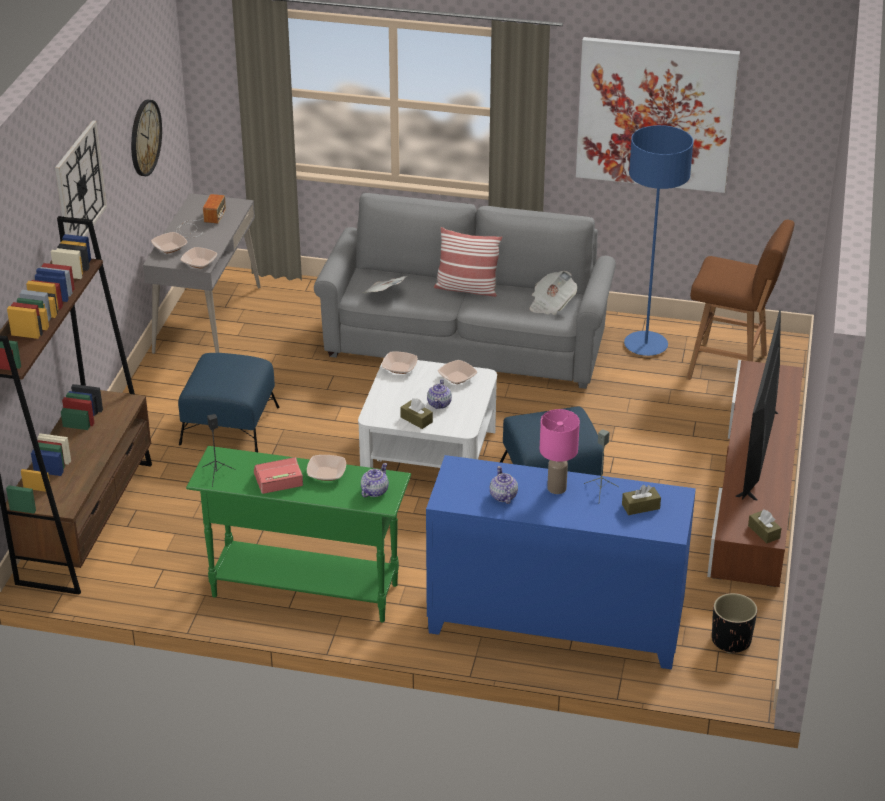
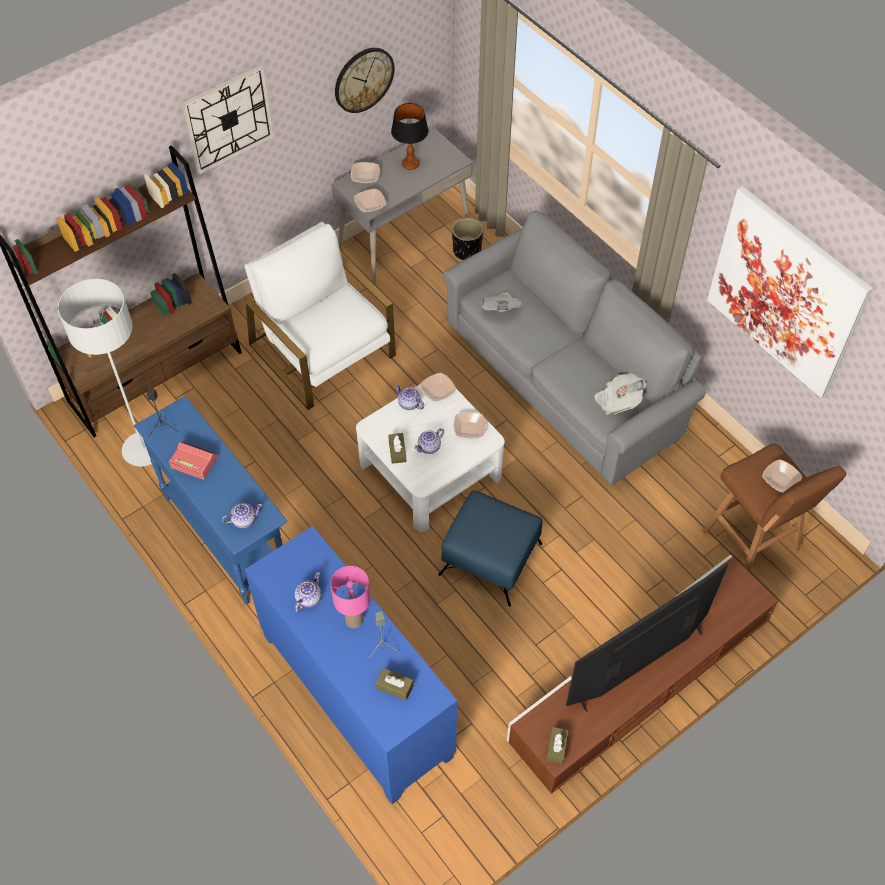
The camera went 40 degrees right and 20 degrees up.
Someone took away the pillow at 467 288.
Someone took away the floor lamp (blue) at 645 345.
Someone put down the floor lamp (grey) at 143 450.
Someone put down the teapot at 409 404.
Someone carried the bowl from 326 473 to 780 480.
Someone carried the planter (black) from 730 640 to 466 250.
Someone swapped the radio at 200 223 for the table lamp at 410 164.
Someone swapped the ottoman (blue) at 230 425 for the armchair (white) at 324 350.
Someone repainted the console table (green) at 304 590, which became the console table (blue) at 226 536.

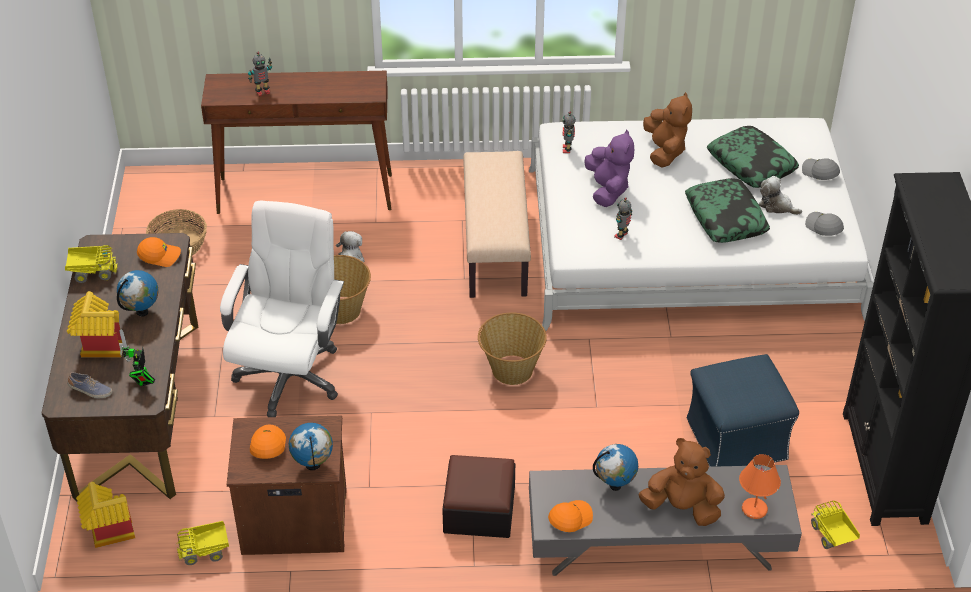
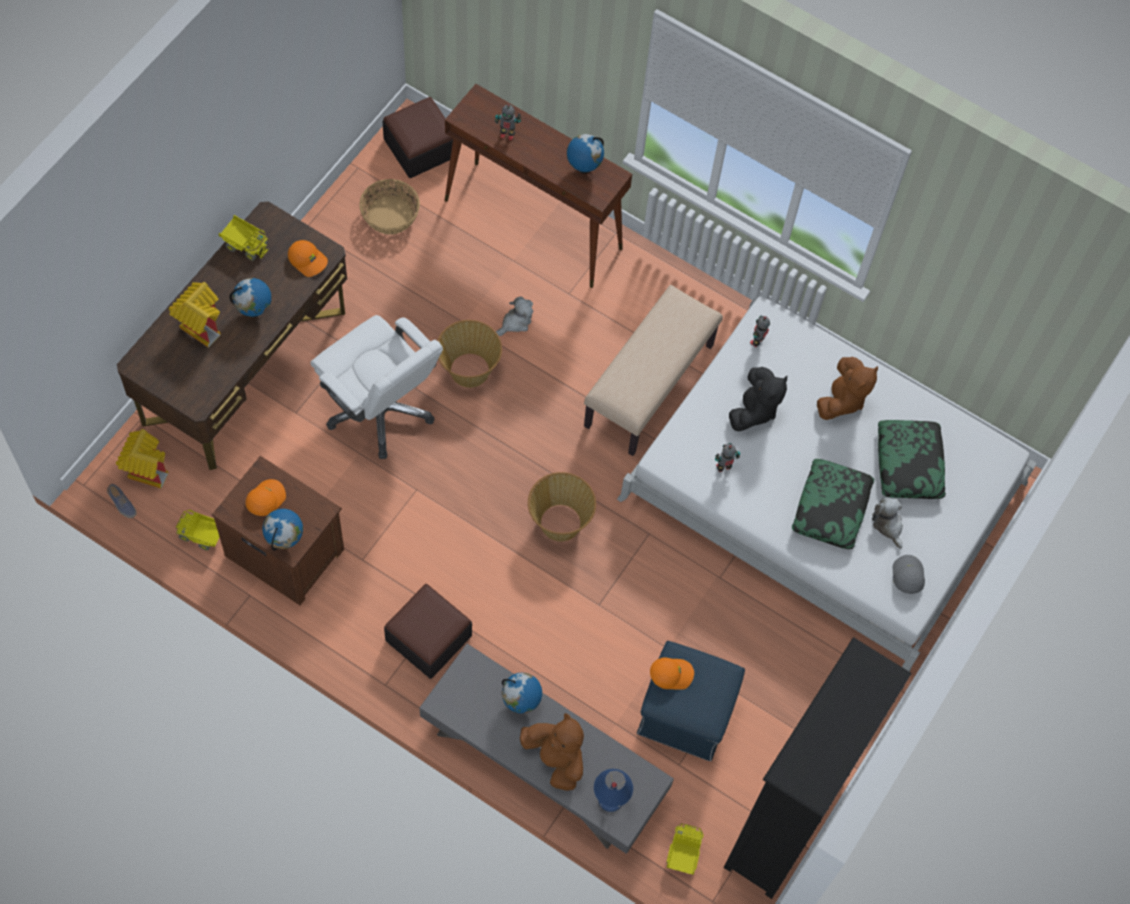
The camera went 30 degrees right and 20 degrees up.
Someone took away the toy robot at 142 380.
Someone took away the cap (grey) at 819 173.
Someone put down the ottoman at 420 147.
Someone put down the globe at 583 168.
Someone carried the shoe from 90 391 to 121 503.
Someone carried the cap (orange) from 570 518 to 671 674.
Someone repainted the plush toy (purple) at 607 190, which became the plush toy (black) at 754 410.
Someone repainted the table lamp (orange) at 753 509, which became the table lamp (blue) at 609 800.
Someone rotated the office chair (white) at 289 375 by 90 degrees clockwise.

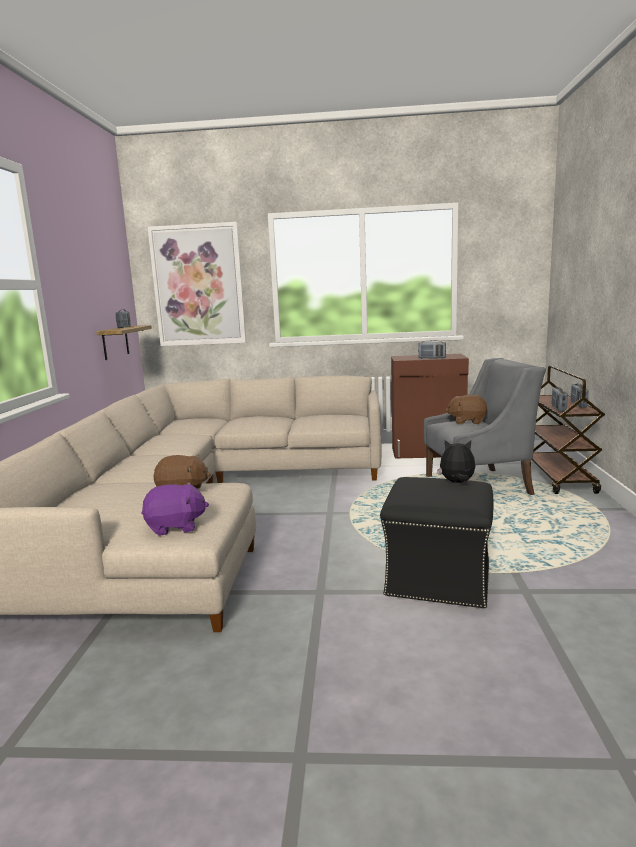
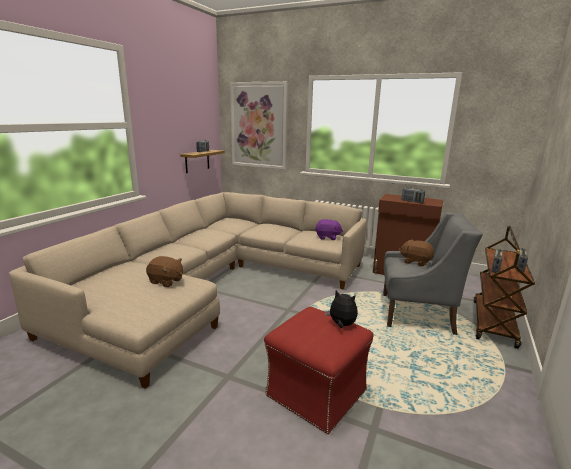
The camera went 20 degrees right and 5 degrees up.
Someone carried the plush toy (purple) from 175 527 to 327 237.
Someone repainted the ottoman (black) at 437 578, which became the ottoman (red) at 315 392.

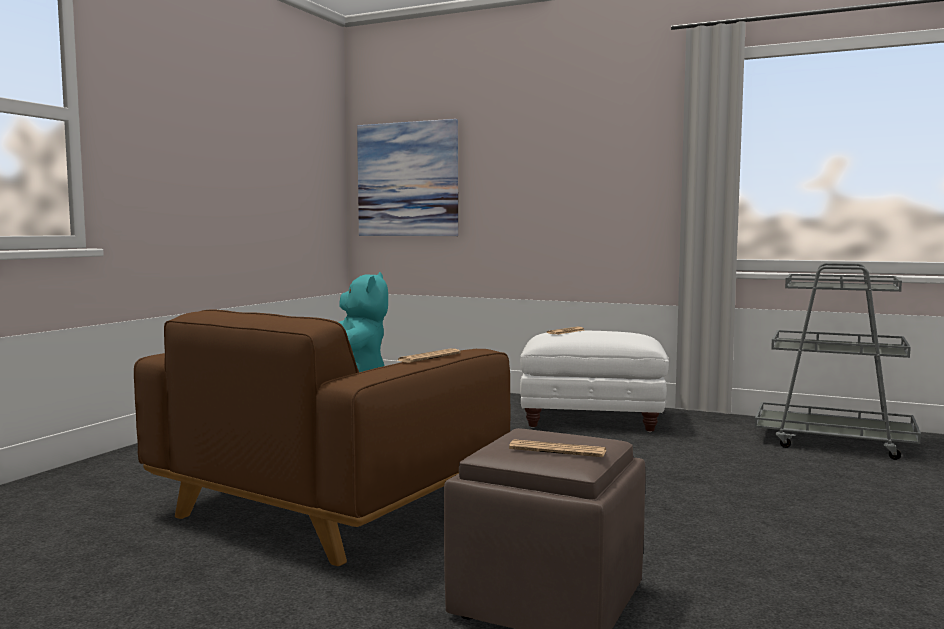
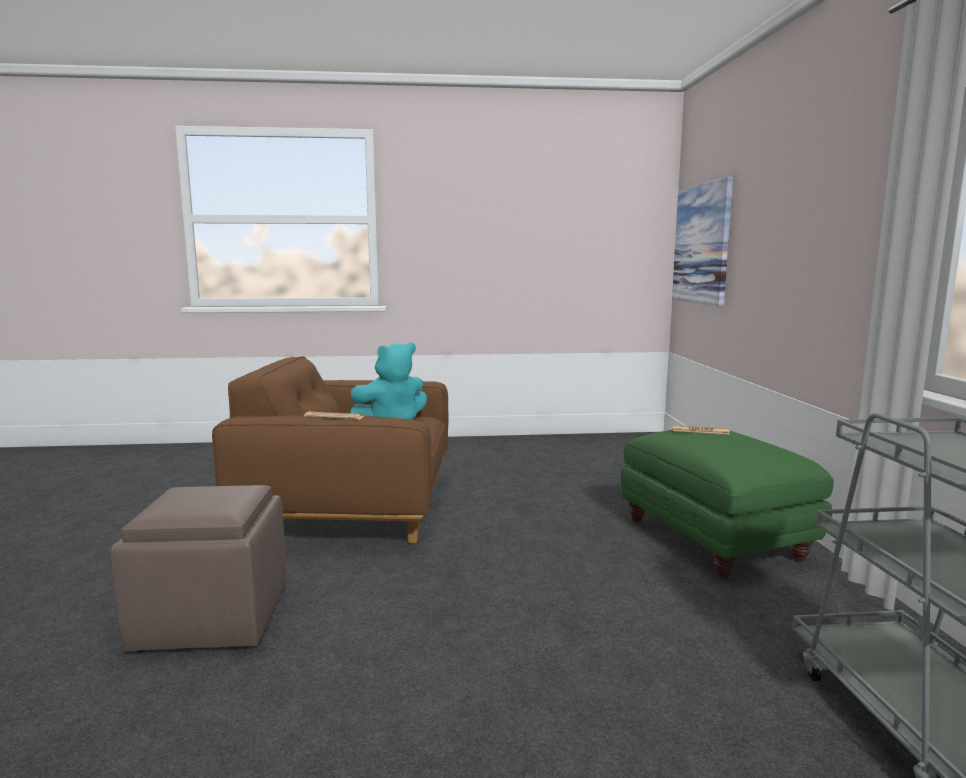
The camera went 60 degrees right and 5 degrees up.
Someone took away the newspaper at 557 450.
Someone repainted the ottoman (white) at 593 419, which became the ottoman (green) at 715 541.

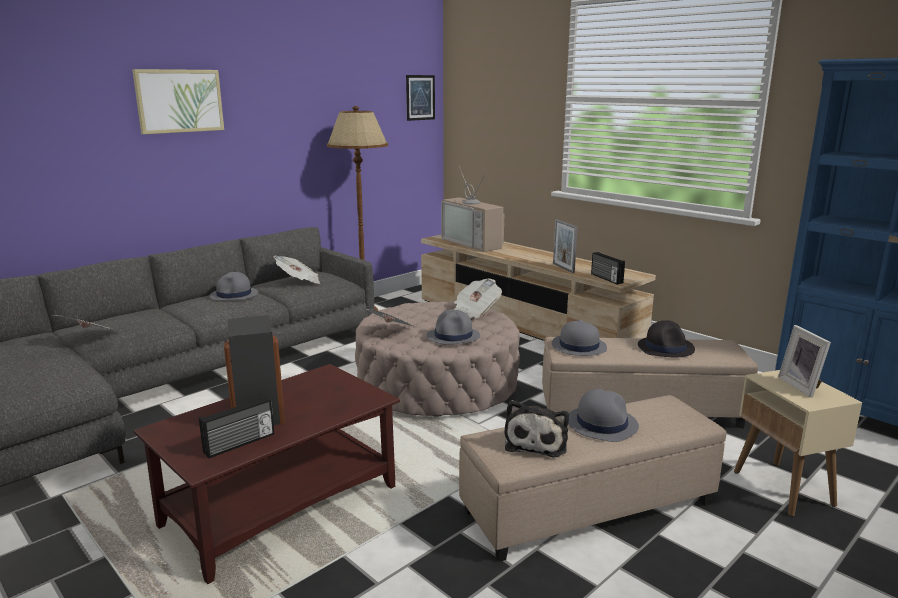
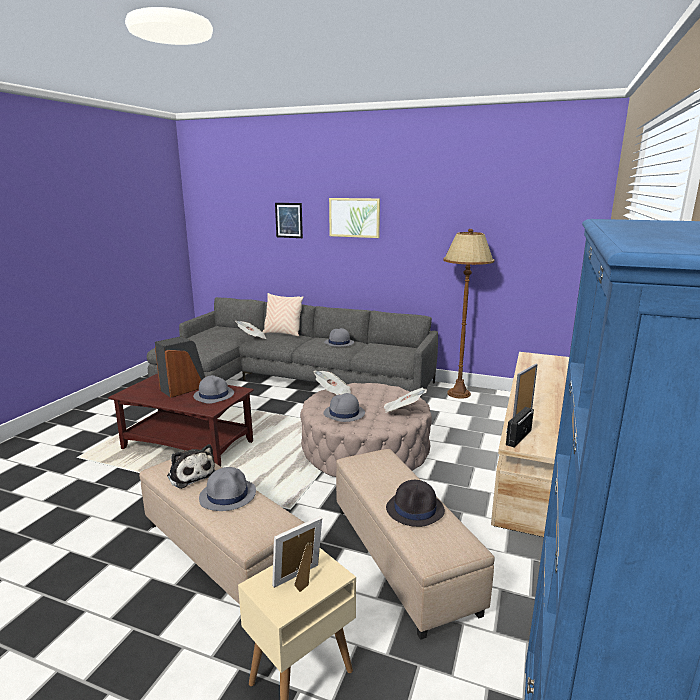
The camera went 65 degrees right and 0 degrees up.
Someone took away the radio at 240 444.
Someone took away the newspaper at 299 281.
Someone took away the television at 475 243.
Someone put down the pillow (beige) at 282 333.
Someone carried the picture from 420 97 to 289 220.
Someone carried the hat (grey) from 578 346 to 214 395.
Someone rotated the plush toy at 536 442 by 120 degrees counterclockwise.

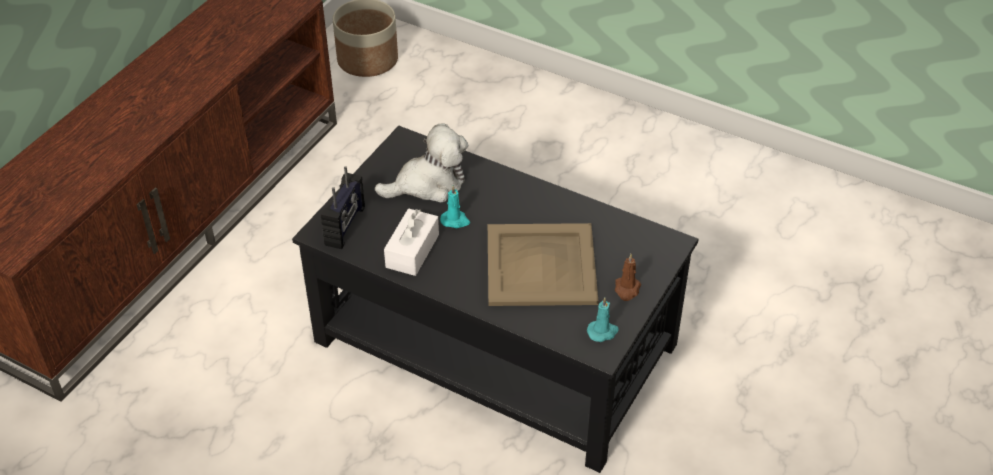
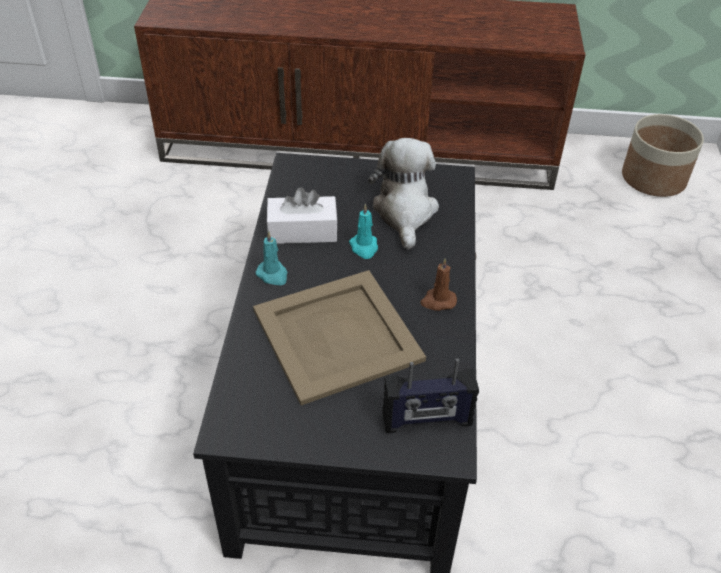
The camera went 65 degrees right and 0 degrees up.
Someone carried the radio from 346 226 to 427 420.
Someone carried the candle (turquoise) from 603 332 to 273 275.
Someone carried the candle (brown) from 627 289 to 438 301.
Someone rotated the plush toy at 428 184 by 135 degrees counterclockwise.

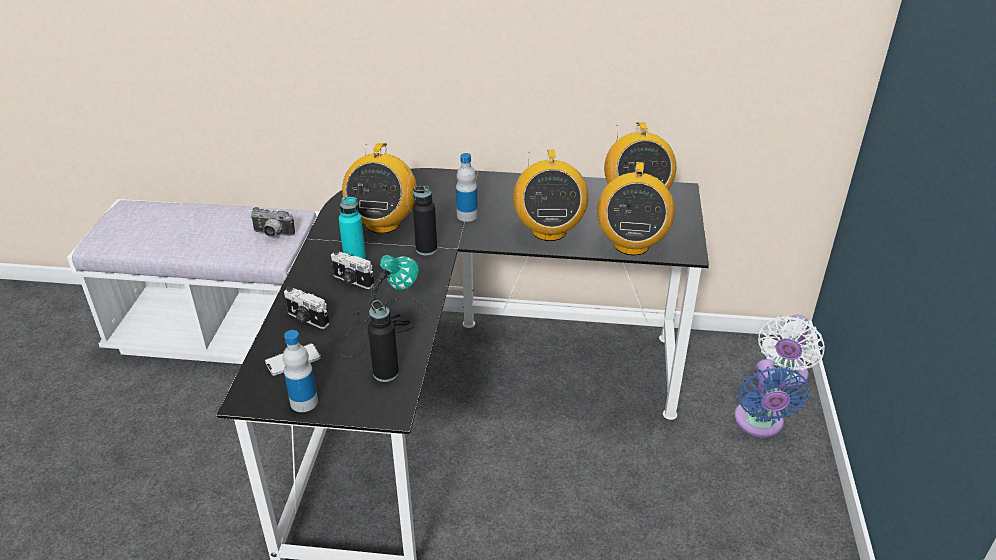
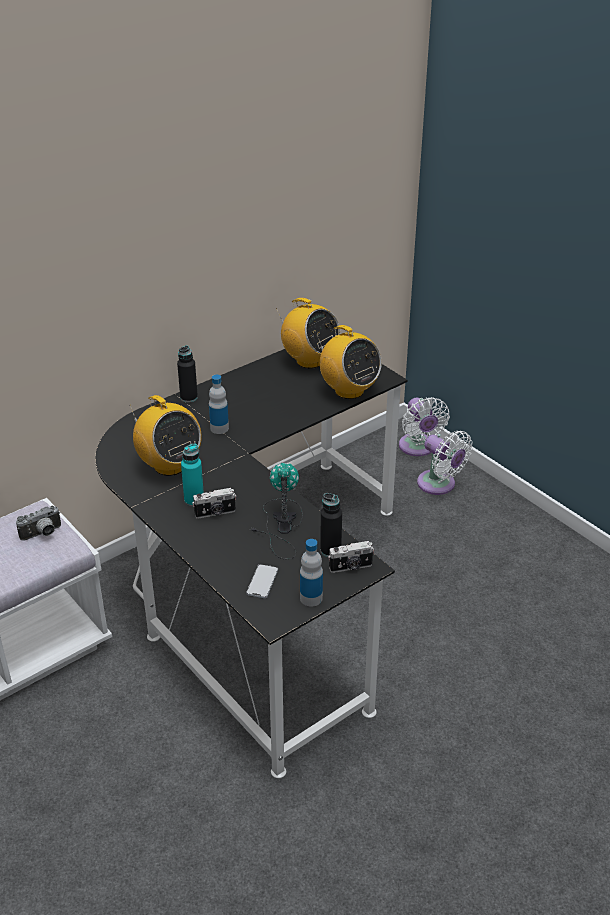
The camera went 45 degrees left and 0 degrees up.
Someone took away the radio at 548 231.
Someone carried the photo camera from 307 319 to 351 567.
Someone carried the bottle (black) from 426 249 to 189 397.
Someone repainted the fan (blue) at 759 424, which became the fan (white) at 439 485.

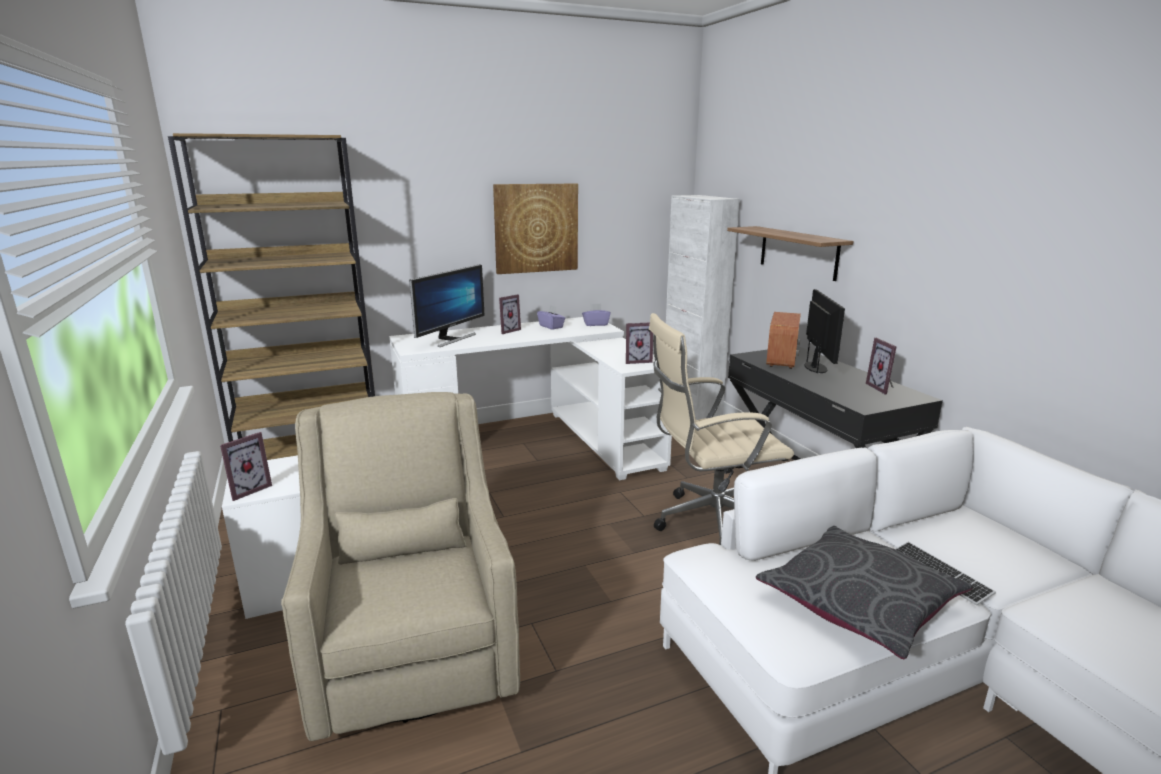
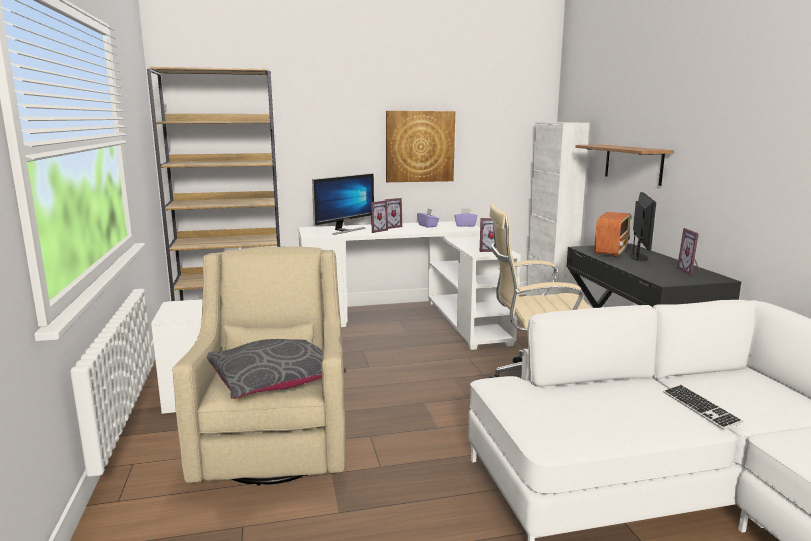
The camera went 10 degrees right and 5 degrees down.
Someone carried the picture frame from 247 490 to 376 231.
Someone carried the pillow (grey) from 859 601 to 273 378.

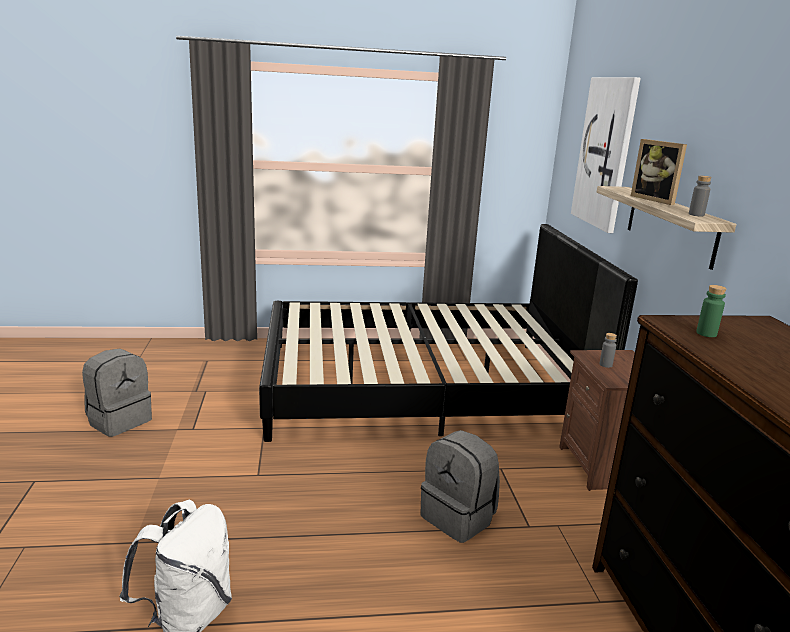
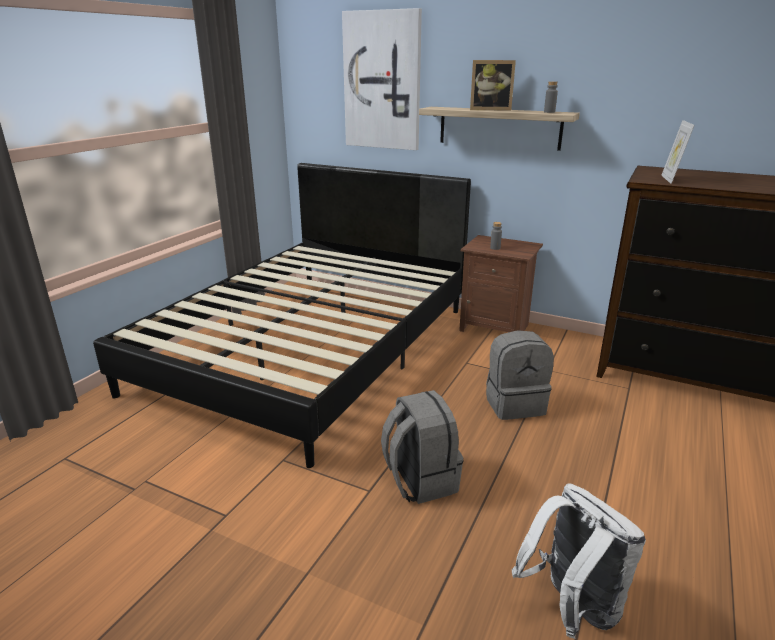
The camera went 55 degrees left and 5 degrees up.
Someone carried the backpack (grey) from 119 420 to 419 480.
Someone swapped the bottle (green) at 706 333 for the picture frame at 671 179.

